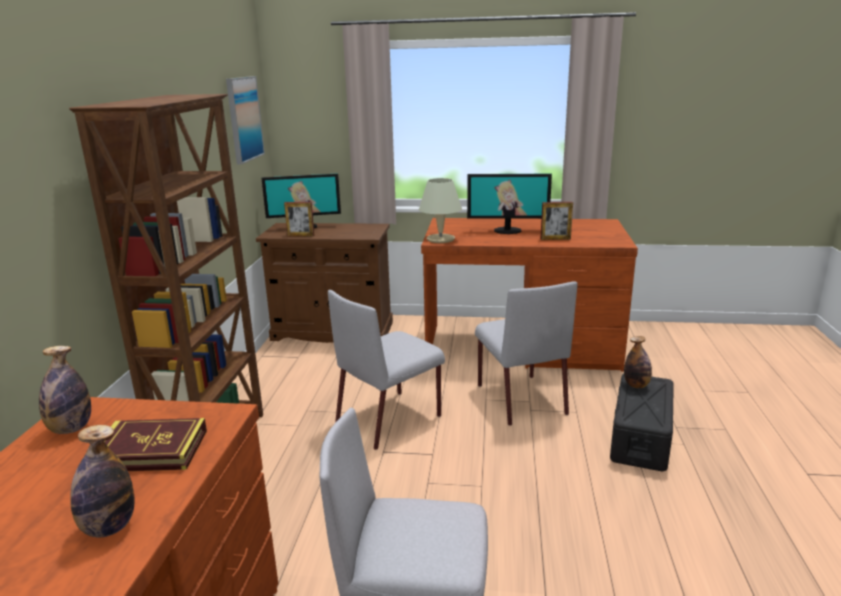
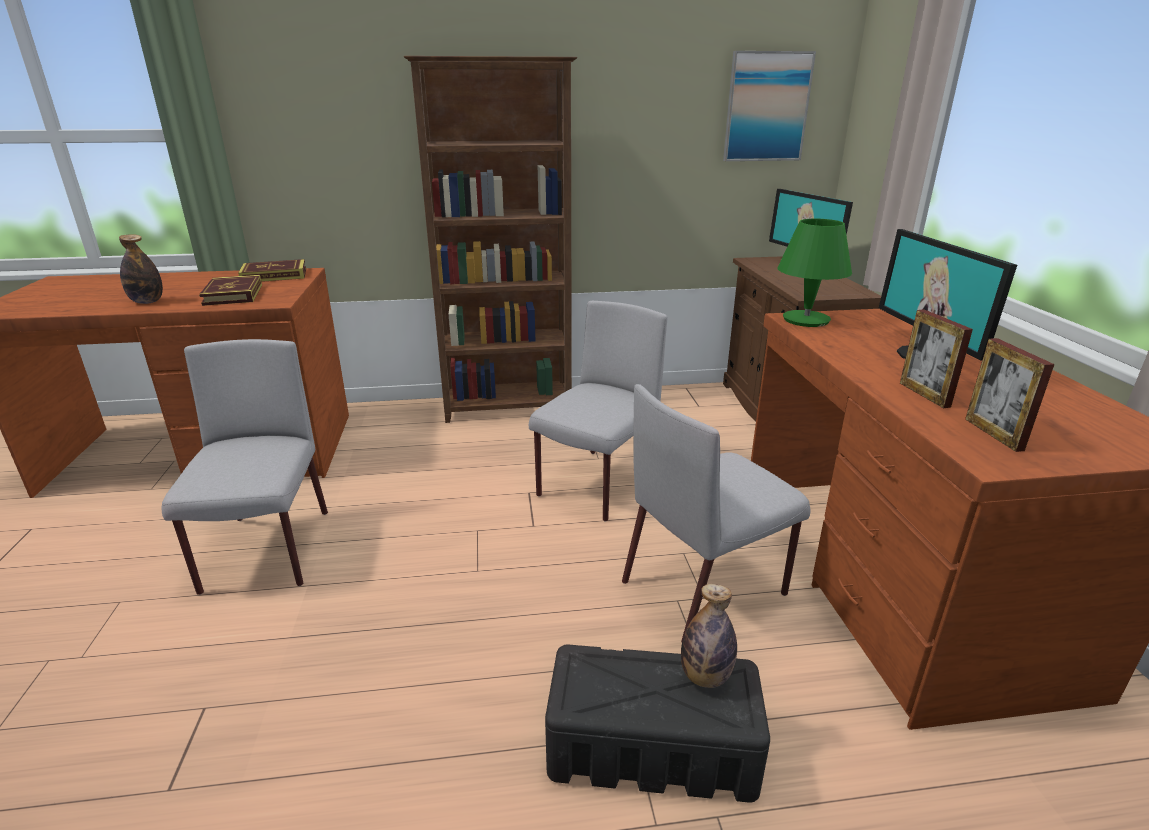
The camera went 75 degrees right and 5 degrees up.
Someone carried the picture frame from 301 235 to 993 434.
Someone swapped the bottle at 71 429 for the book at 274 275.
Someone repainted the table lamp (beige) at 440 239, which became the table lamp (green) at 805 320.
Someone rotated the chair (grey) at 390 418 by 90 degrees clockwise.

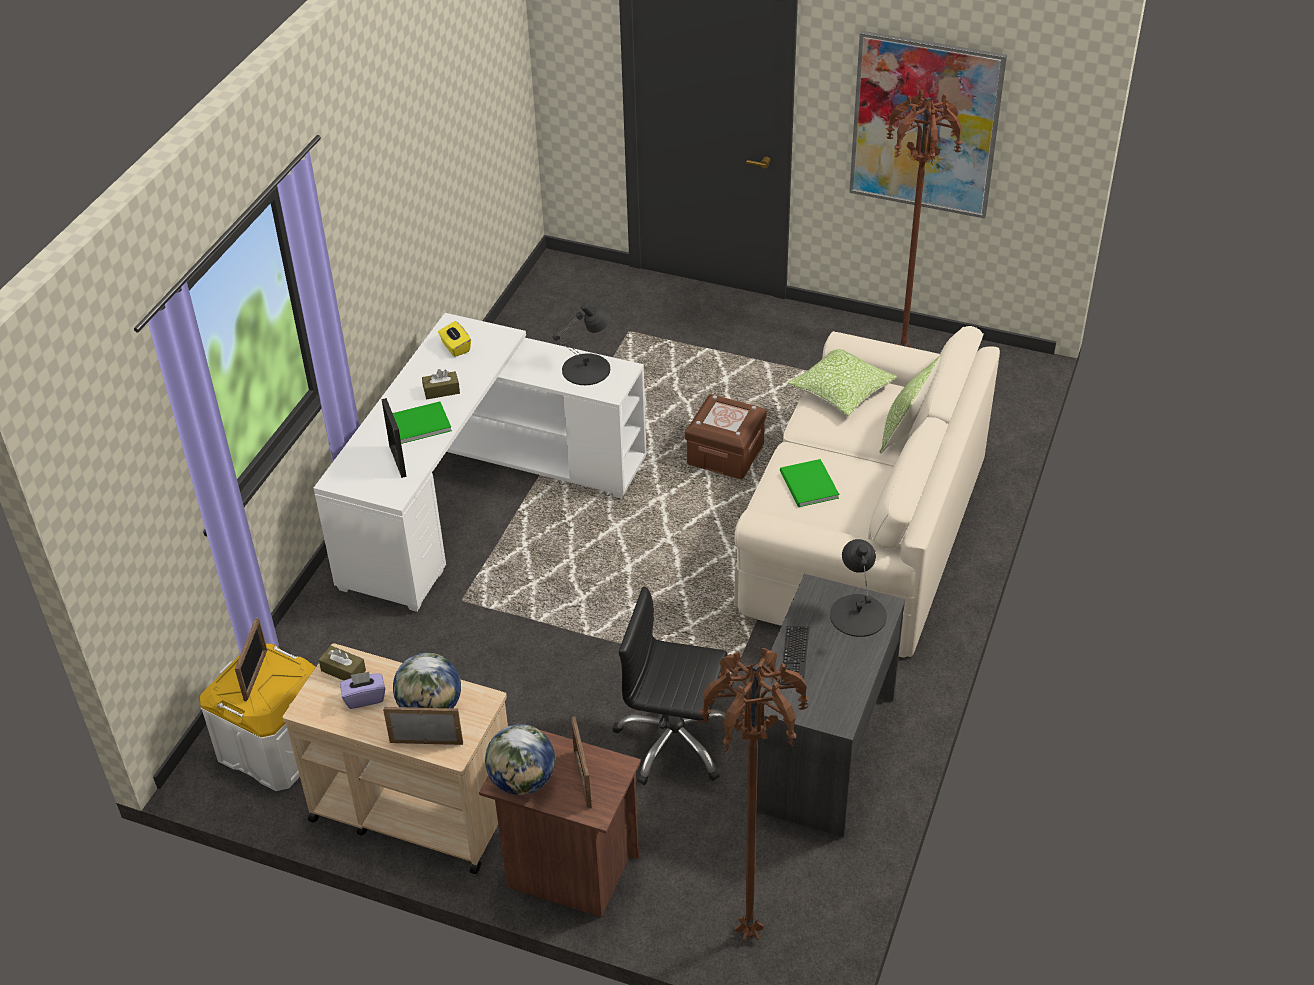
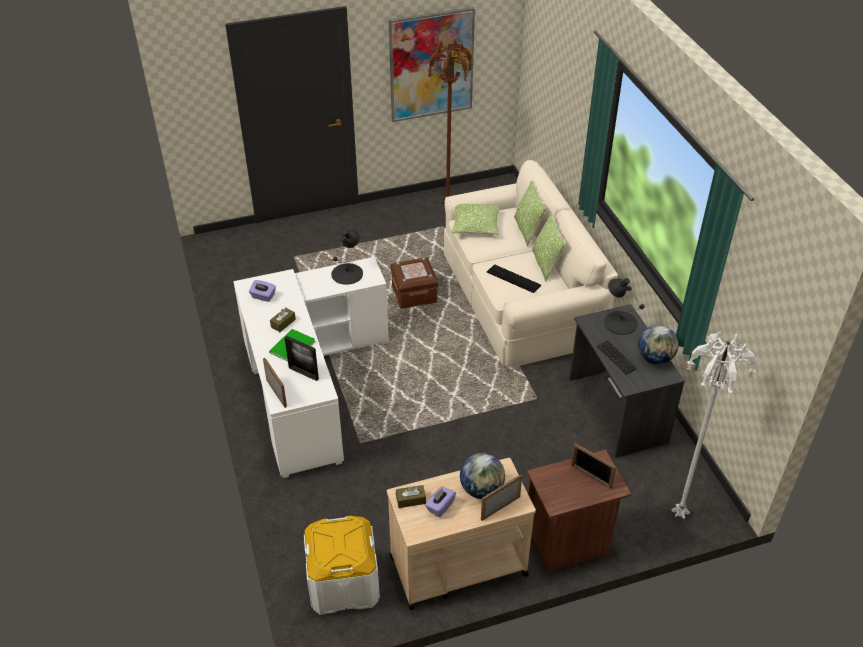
The camera went 40 degrees left and 0 degrees up.
Someone took away the office chair (black) at 674 741.
Someone put down the pillow at 545 264.
Someone carried the picture frame from 256 675 to 276 393.
Someone carried the globe from 523 781 to 655 358.
Someone swapped the book (green) at 808 486 for the keyboard at 513 278.
Someone repainted the tissue box (yellow) at 455 347, which became the tissue box (purple) at 263 296.
Someone repainted the floor lamp (brown) at 746 931, which became the floor lamp (white) at 677 514.

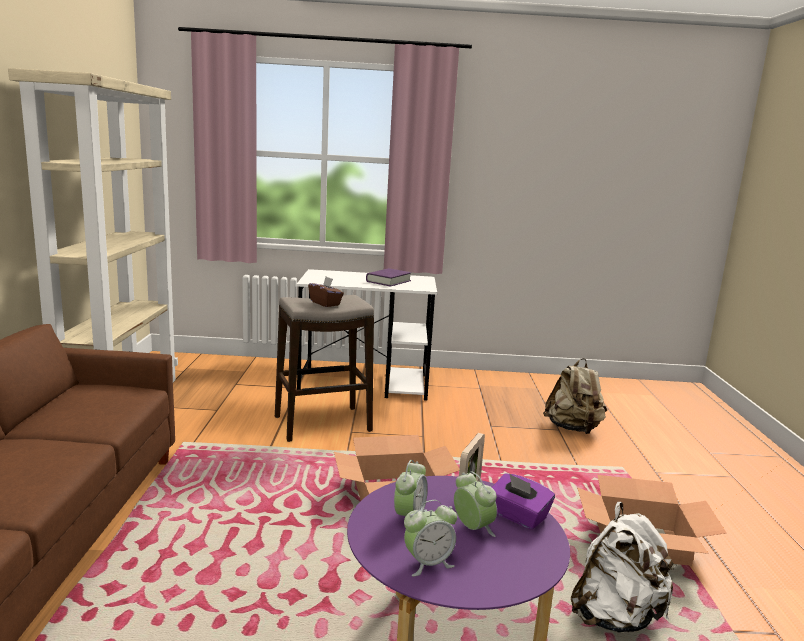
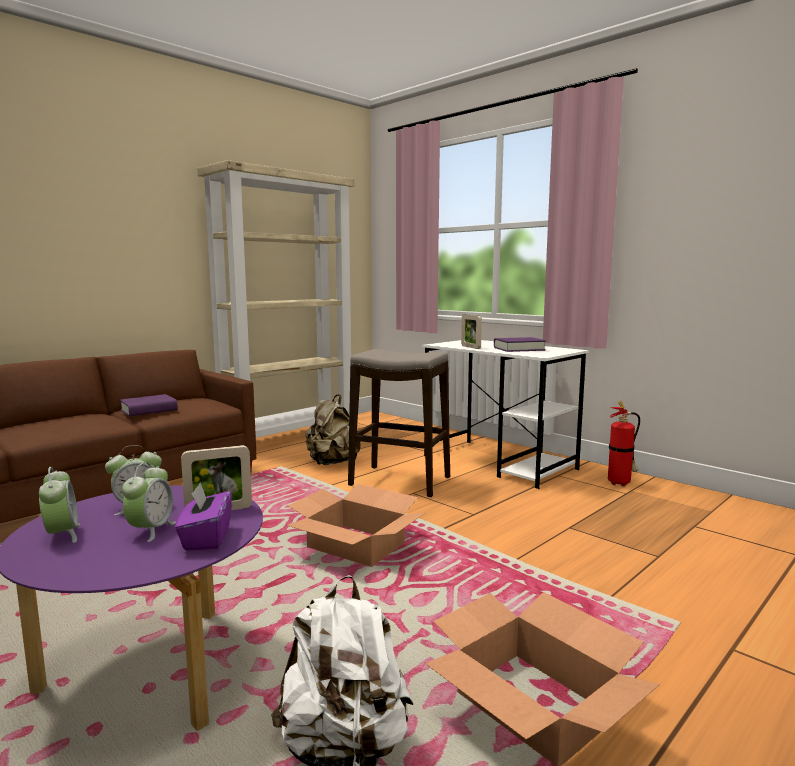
The camera went 45 degrees right and 5 degrees down.
Someone took away the tissue box (brown) at 325 303.
Someone put down the book (purple) at 149 410.
Someone put down the picture frame at 470 347.
Someone put down the fire extinguisher at 621 483.
Someone carried the backpack (beige) from 573 429 to 331 463.
Someone rotated the alarm clock at 428 563 by 135 degrees counterclockwise.

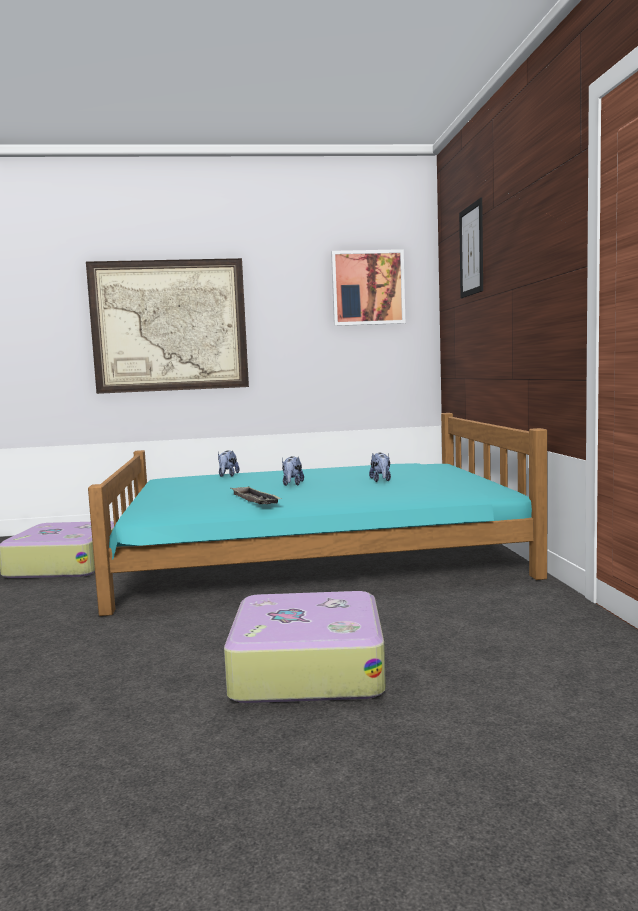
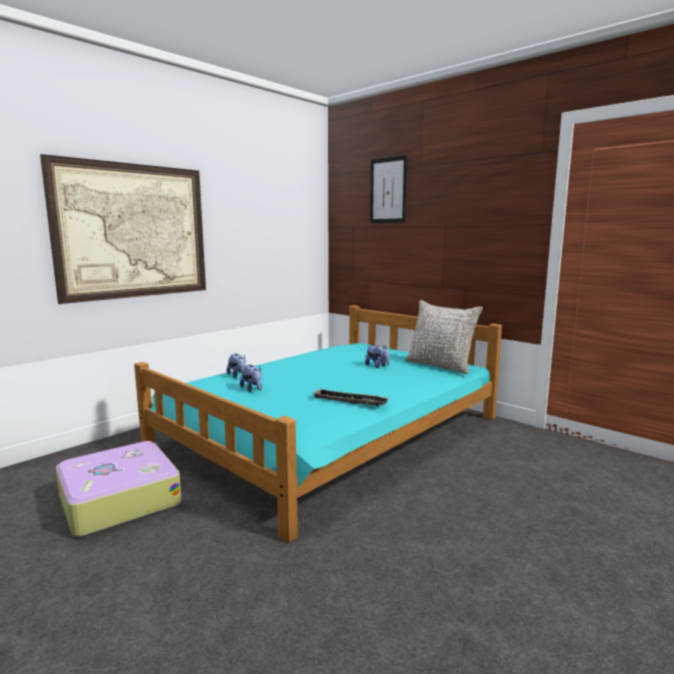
The camera went 40 degrees left and 5 degrees up.
Someone took away the suitcase at 306 668.
Someone took away the picture at 368 288.
Someone put down the pillow (grey) at 440 365.
Someone carried the plush toy from 292 484 to 252 389.

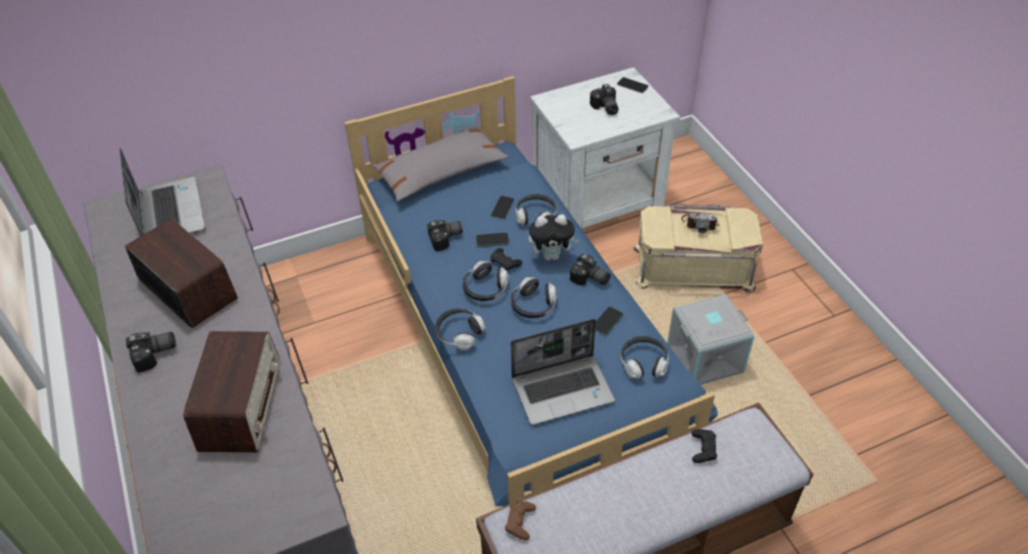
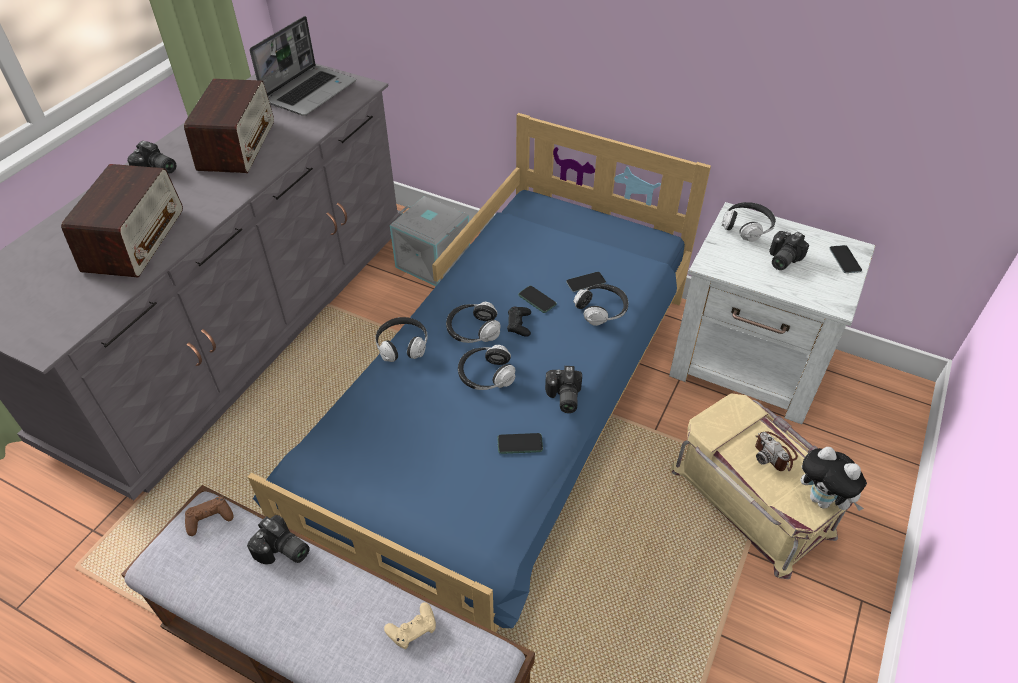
The camera went 50 degrees right and 0 degrees up.
Someone took away the pillow (grey) at 440 172.
Someone took away the laptop at 563 389.
Someone carried the photo camera from 446 239 to 282 552.
Someone carried the plush toy from 552 255 to 823 500.
Someone carried the headphones from 643 363 to 747 228.
Someone carried the storage box (grey) from 704 357 to 434 261.
Someone repainted the game controller (black) at 703 448, which became the game controller (beige) at 412 628.
Someone rotated the radio at 241 405 by 45 degrees counterclockwise.

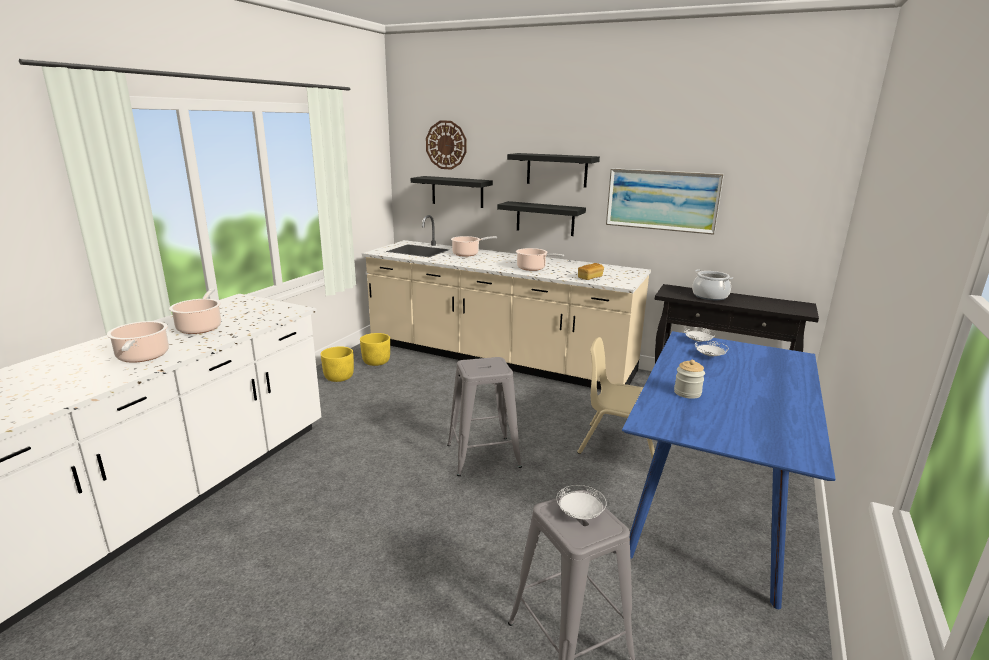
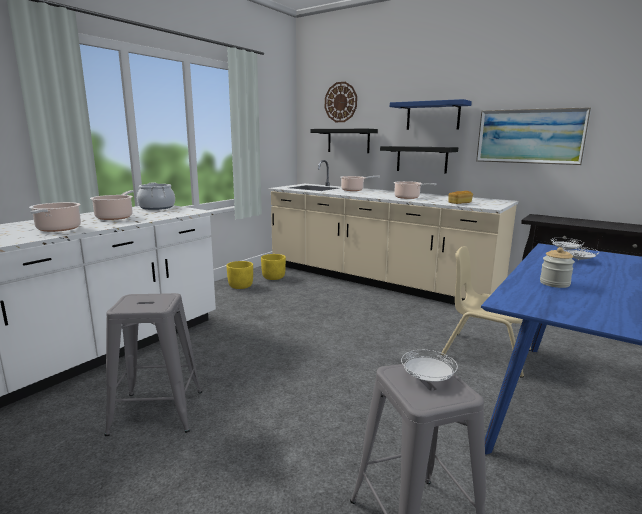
The camera went 10 degrees right and 5 degrees down.
Someone carried the stool (grey) from 483 456 to 157 412.
Someone carried the cooking pot from 710 296 to 157 207.
Someone repainted the shelf (black) at 556 170, which became the shelf (blue) at 433 116.

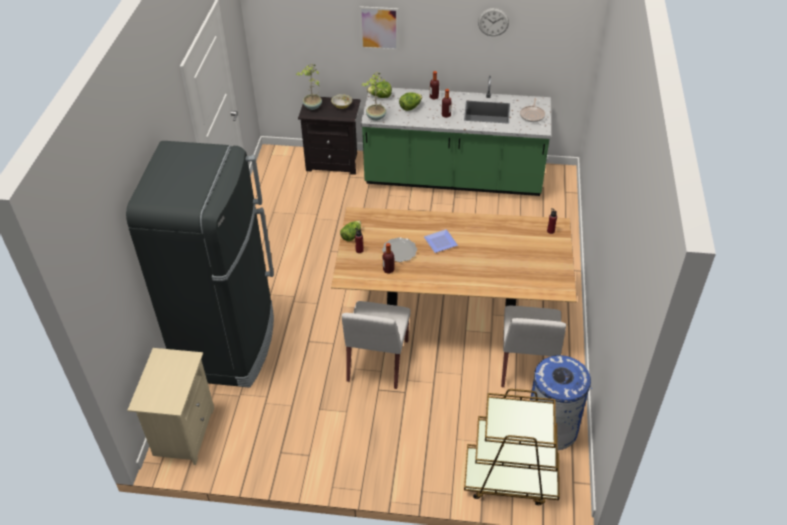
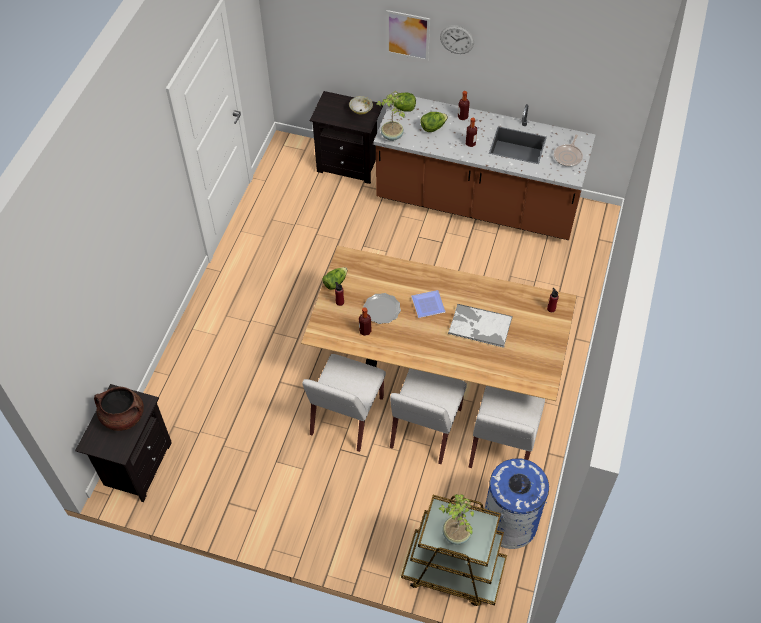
The camera went 10 degrees right and 10 degrees up.
Someone took away the fridge (black) at 228 344.
Someone put down the cooking pot (brown) at 123 417.
Someone put down the chair (white) at 425 429.
Someone put down the tray at 479 326.
Someone carried the potted plant from 312 107 to 456 534.
Someone carried the wall clock from 493 22 to 457 39.
Someone repainted the nightstand (beige) at 183 432, which became the nightstand (black) at 136 465.
Someone repainted the counter (green) at 453 178, which became the counter (brown) at 477 203.

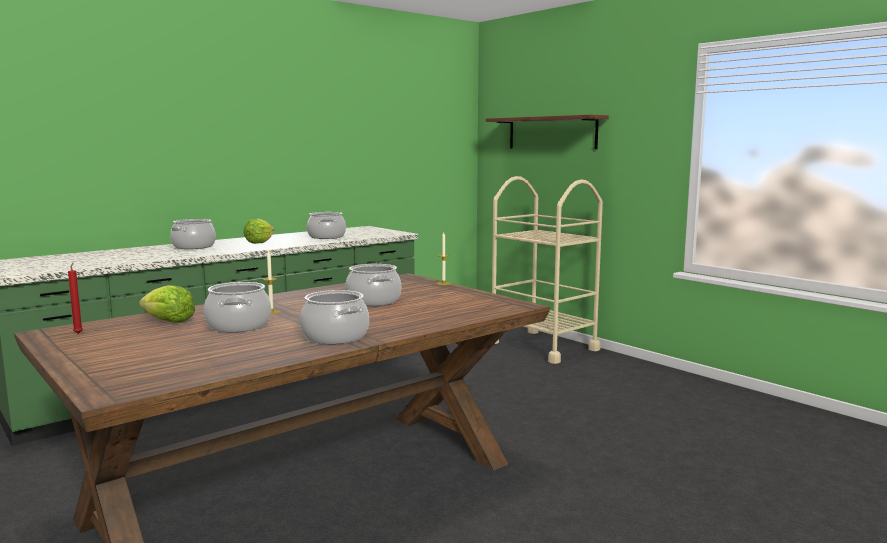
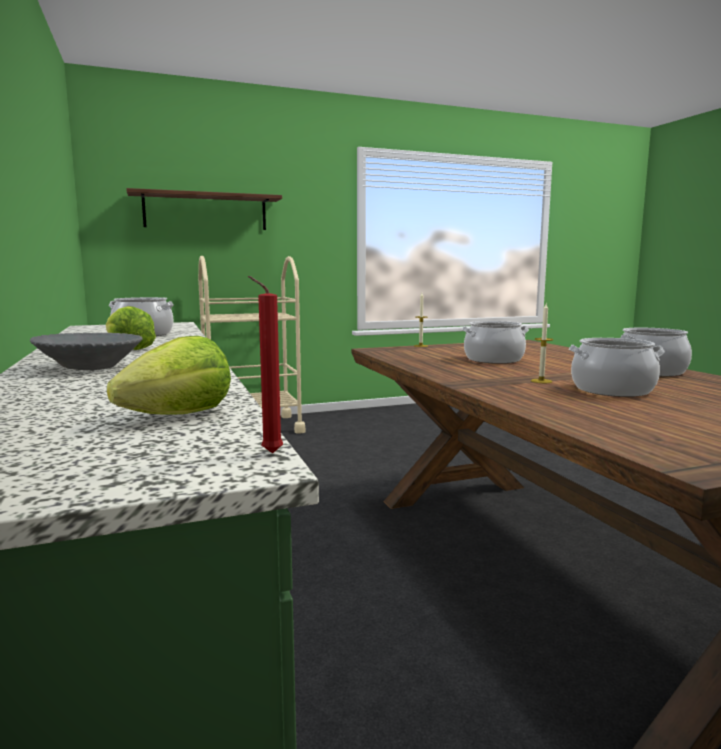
The camera went 70 degrees left and 0 degrees up.
Someone carried the candle (red) from 78 333 to 268 453.
Someone carried the lettuce from 168 321 to 180 415.
Someone swapped the cooking pot at 194 246 for the bowl (grey) at 91 367.

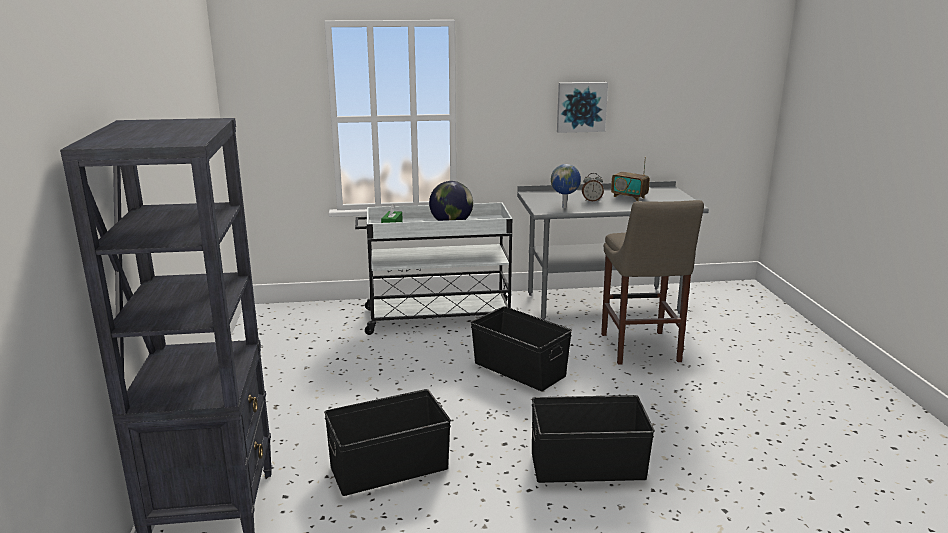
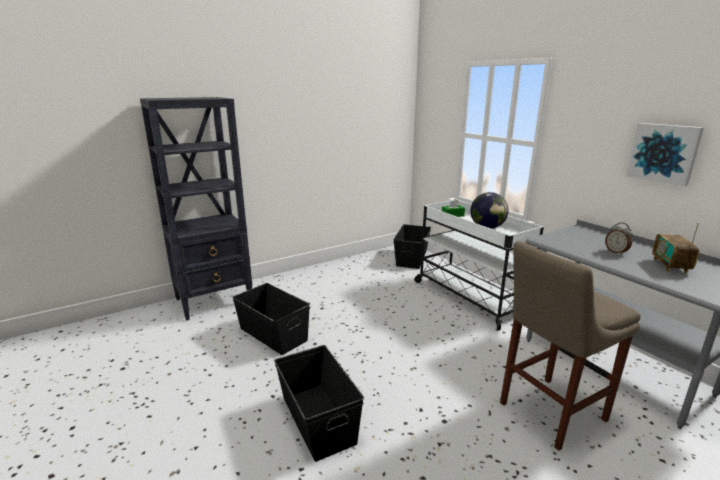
The camera went 65 degrees right and 0 degrees up.
Someone took away the globe at 565 207.
Someone carried the storage box (black) from 519 369 to 412 258.

